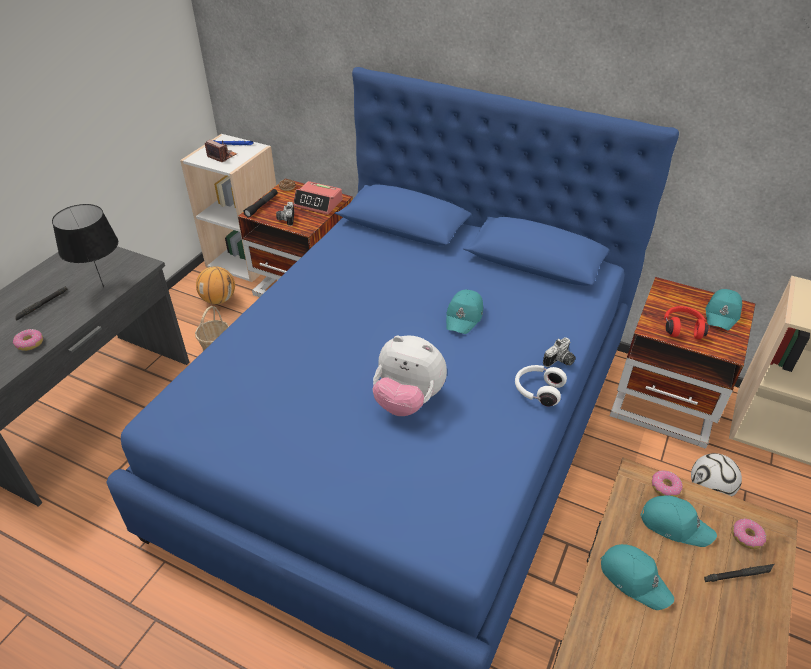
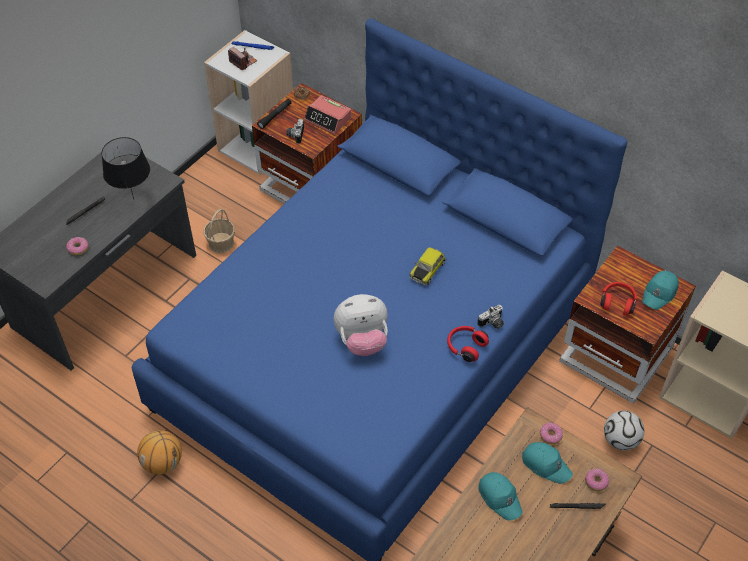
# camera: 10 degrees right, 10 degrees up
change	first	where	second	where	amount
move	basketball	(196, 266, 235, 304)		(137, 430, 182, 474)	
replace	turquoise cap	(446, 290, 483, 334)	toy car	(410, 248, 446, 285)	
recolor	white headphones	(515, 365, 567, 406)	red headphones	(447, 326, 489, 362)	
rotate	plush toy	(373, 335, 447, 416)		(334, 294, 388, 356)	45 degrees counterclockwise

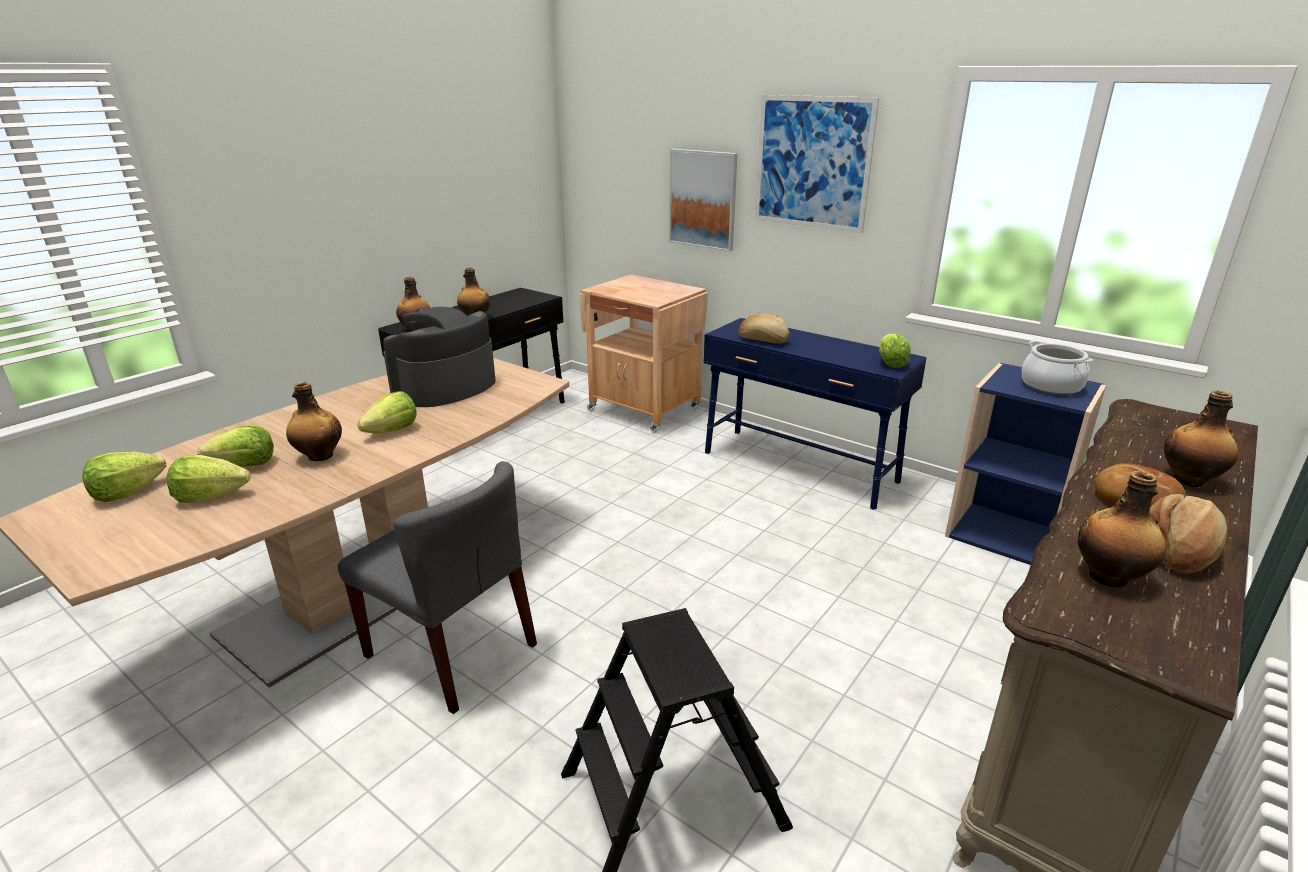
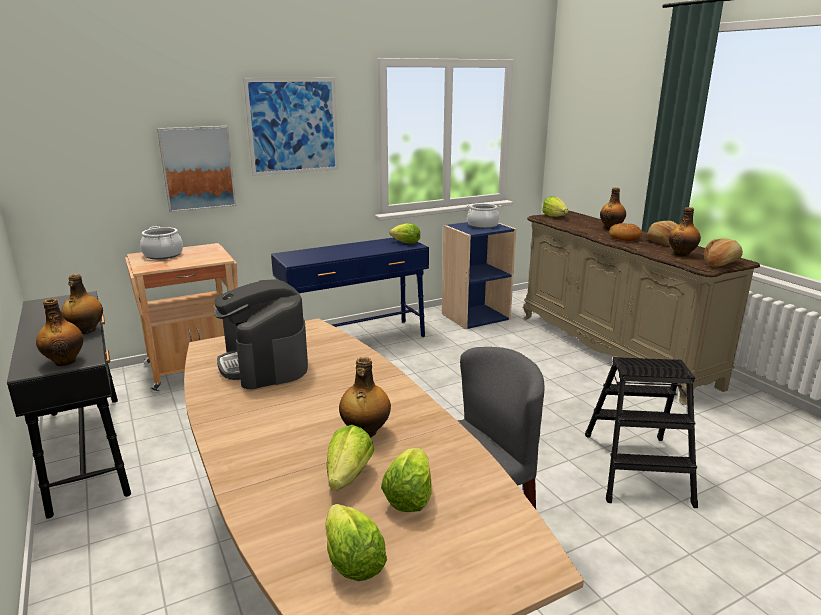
# camera: 65 degrees left, 5 degrees down
change	first	where	second	where	amount
insert			cooking pot	(140, 226, 183, 260)	
move	lettuce	(357, 391, 417, 433)		(542, 196, 568, 217)	
move	bread	(738, 313, 790, 344)		(704, 238, 743, 267)	

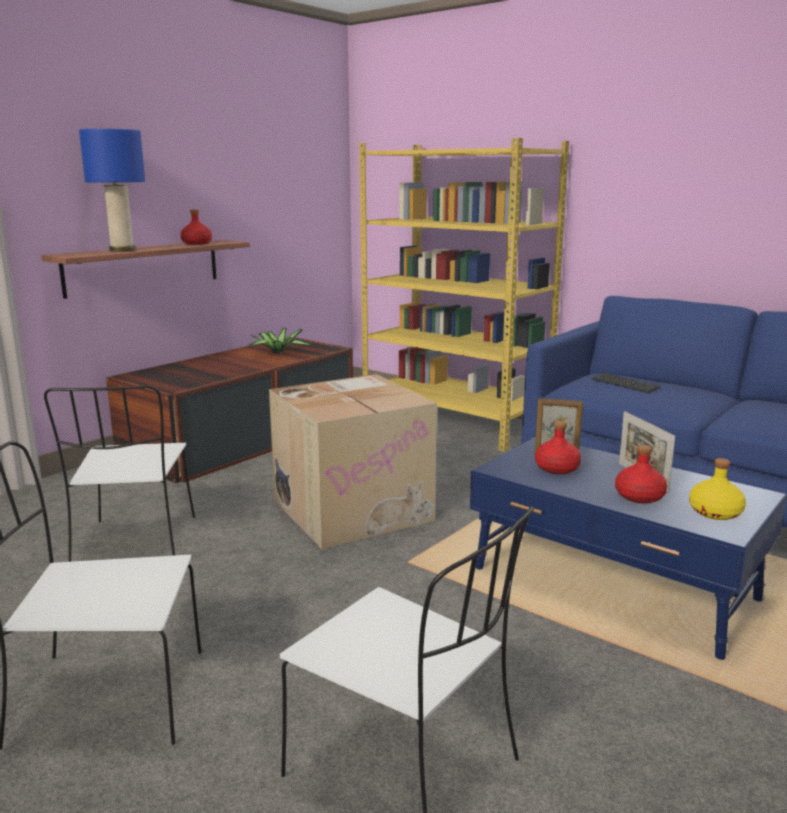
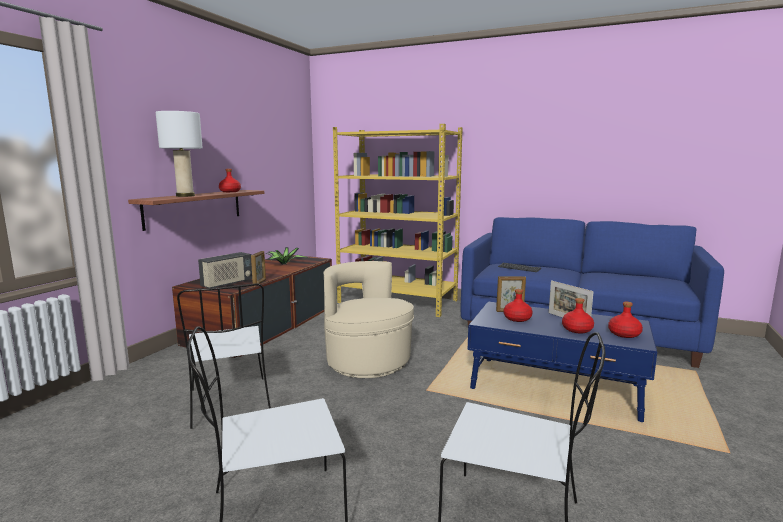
# camera: 15 degrees left, 5 degrees down
change	first	where	second	where	amount
insert			radio	(198, 252, 252, 288)	
insert			picture frame	(251, 251, 266, 286)	
replace	cardboard box	(269, 374, 437, 549)	beige armchair	(323, 261, 414, 378)	
recolor	blue table lamp	(79, 128, 145, 252)	white table lamp	(156, 111, 203, 197)	
recolor	yellow bottle	(689, 458, 746, 520)	red bottle	(608, 302, 643, 338)	

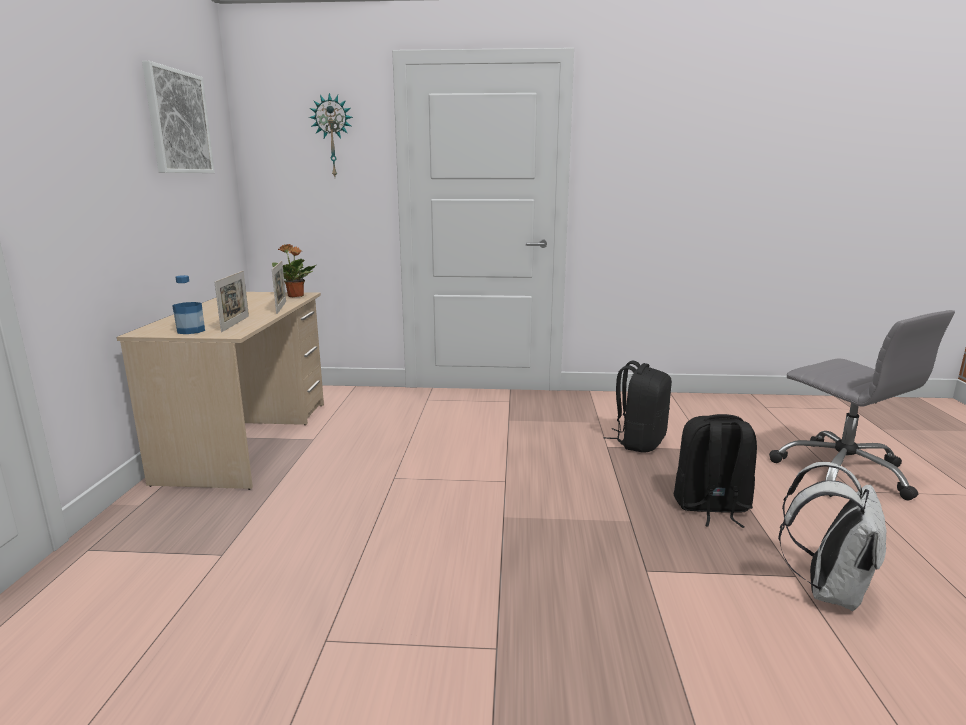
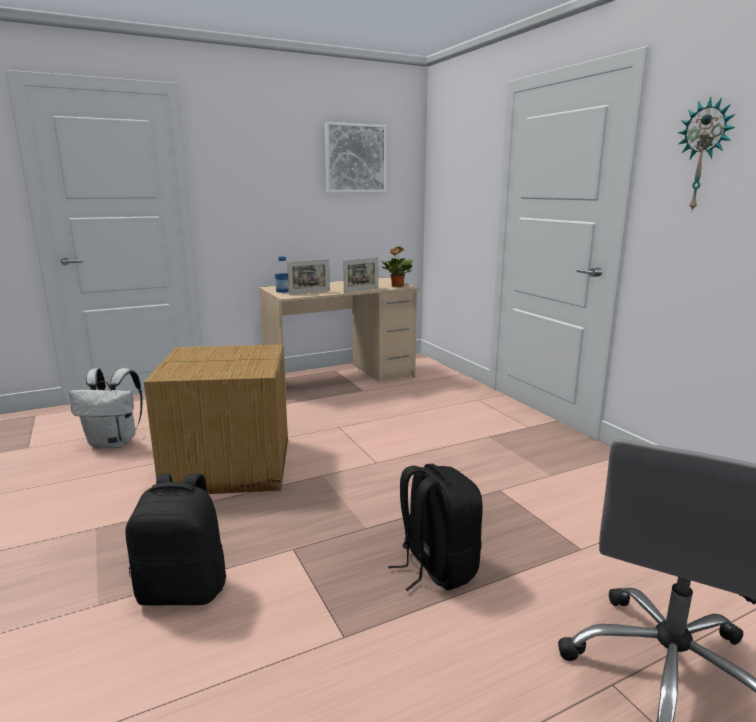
# camera: 60 degrees right, 0 degrees up
change	first	where	second	where	amount
insert			cardboard box	(144, 344, 288, 494)	
move	wall clock	(309, 93, 353, 177)		(678, 97, 735, 212)	
move	black backpack	(604, 361, 672, 452)		(125, 474, 226, 605)	
move	white backpack	(778, 462, 887, 611)		(70, 368, 142, 448)	

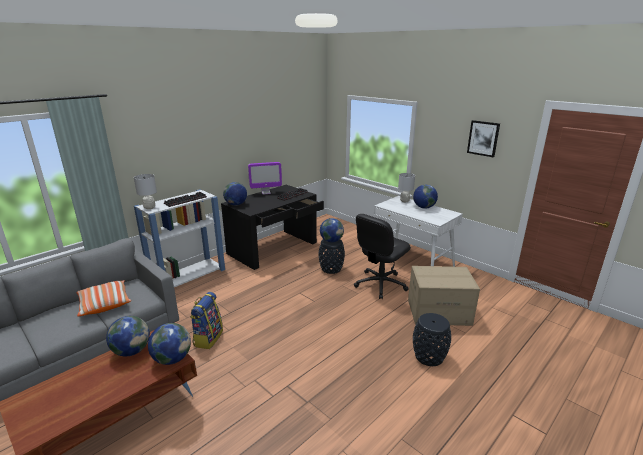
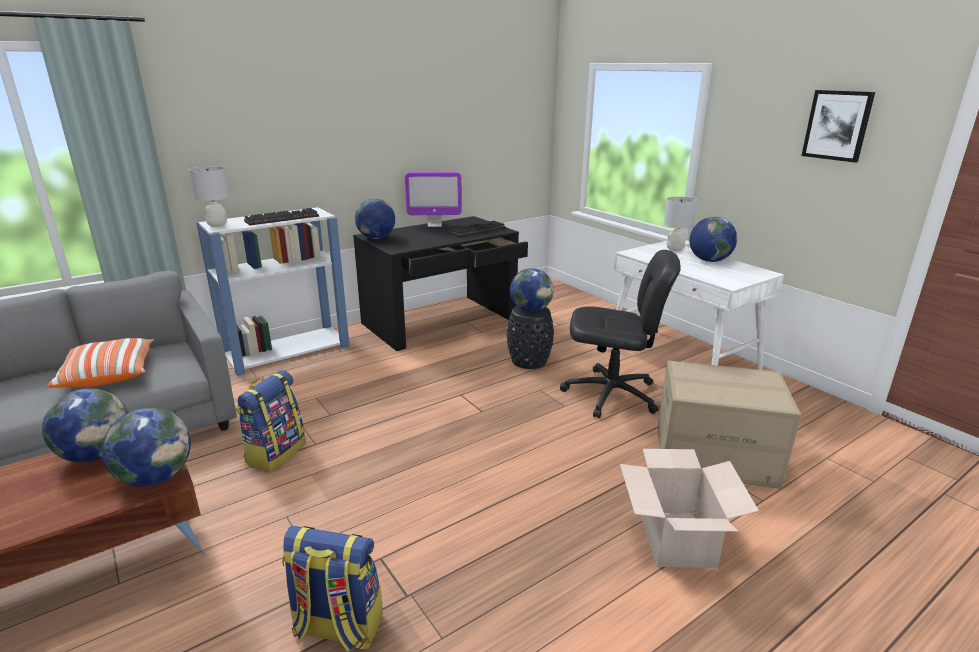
# camera: 10 degrees right, 0 degrees up
change	first	where	second	where	amount
insert			backpack	(282, 526, 383, 652)	
replace	black stool	(413, 313, 451, 366)	cardboard box	(620, 449, 759, 568)	
rotate	black office chair	(354, 214, 411, 299)		(560, 250, 681, 418)	135 degrees counterclockwise

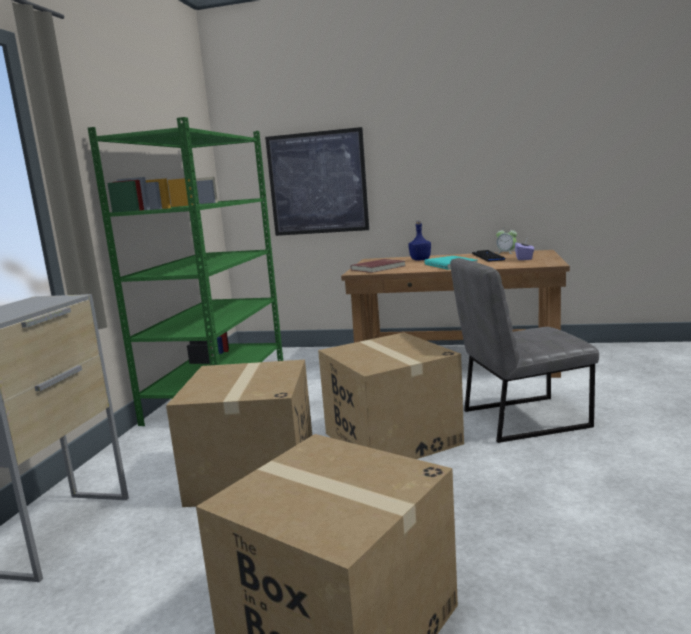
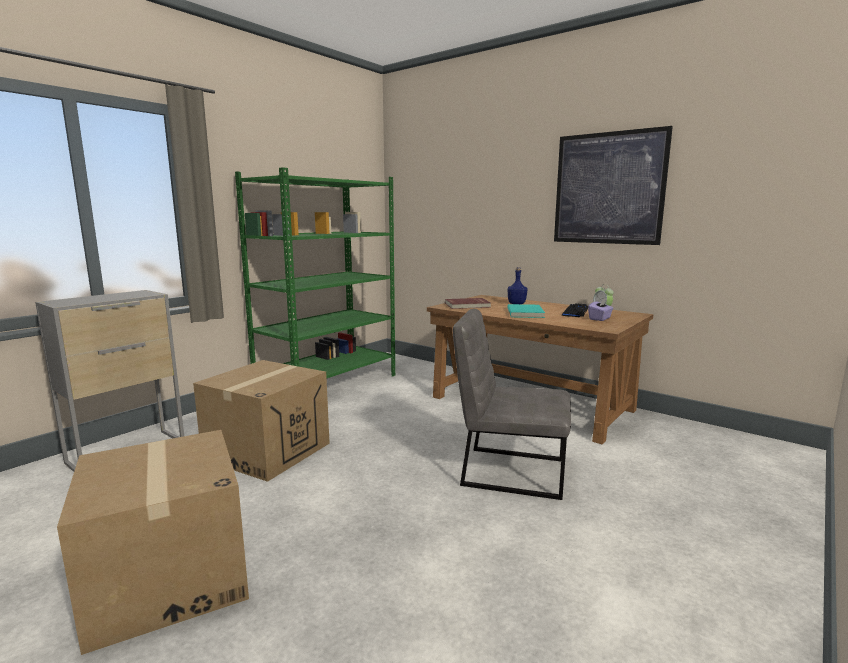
# camera: 25 degrees right, 0 degrees up
change	first	where	second	where	amount
delete	cardboard box	(318, 332, 464, 459)			
move	picture	(265, 127, 369, 236)		(554, 126, 673, 245)	

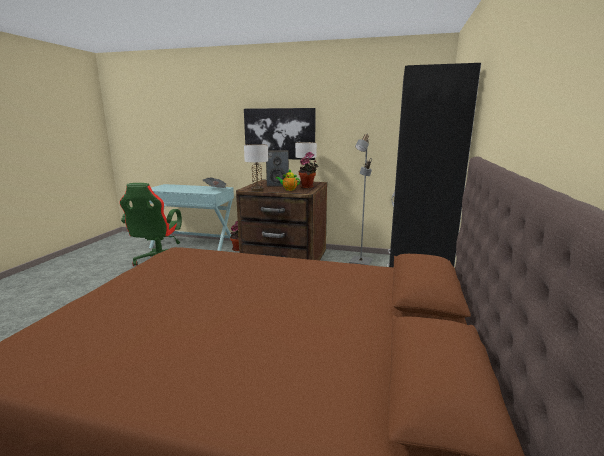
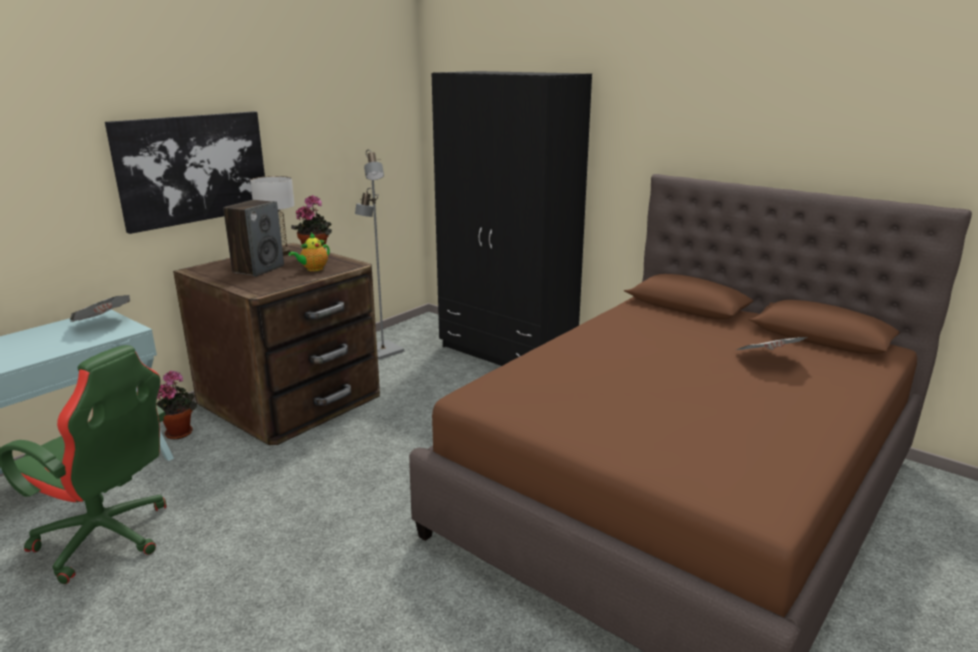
# camera: 65 degrees left, 5 degrees up
change	first	where	second	where	amount
delete	table lamp	(244, 144, 268, 191)			
insert			newspaper	(738, 337, 807, 350)	

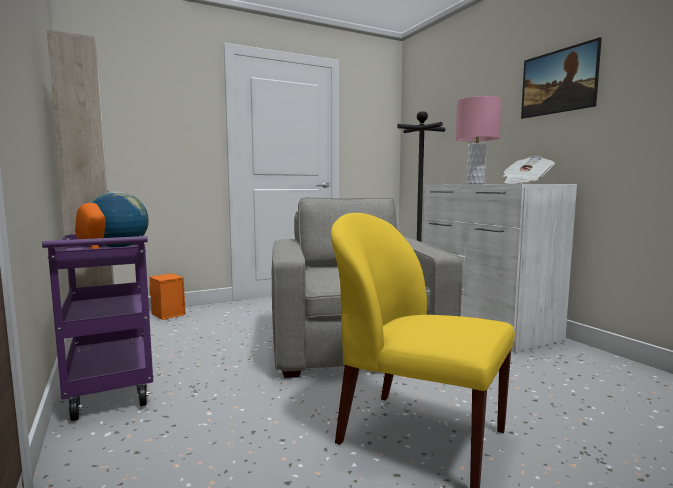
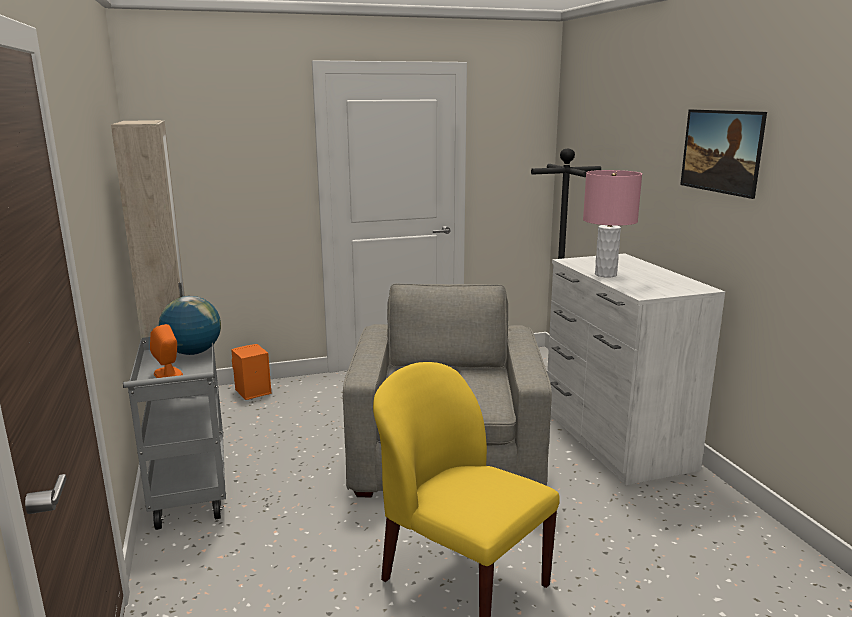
# camera: 10 degrees right, 10 degrees up
change	first	where	second	where	amount
delete	newspaper	(503, 156, 555, 184)			
recolor	purple cart	(42, 234, 154, 421)	grey cart	(123, 337, 226, 530)	

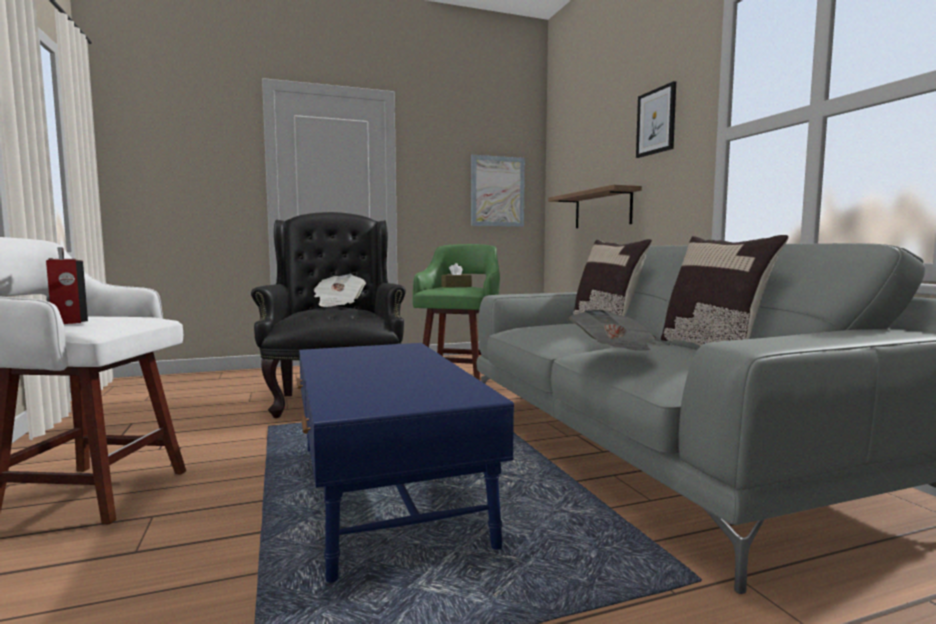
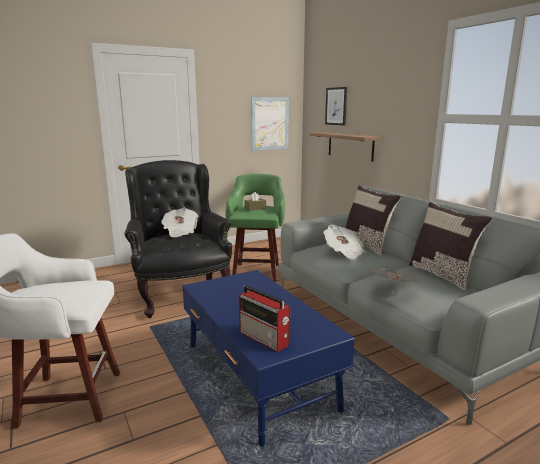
# camera: 10 degrees left, 10 degrees up
change	first	where	second	where	amount
insert			newspaper	(324, 225, 365, 260)	
move	radio	(46, 247, 88, 324)		(239, 285, 291, 352)	
move	picture	(636, 81, 676, 158)		(325, 87, 347, 126)	

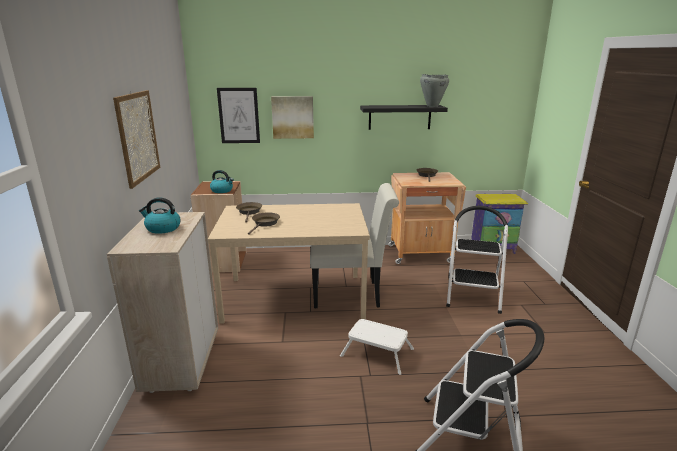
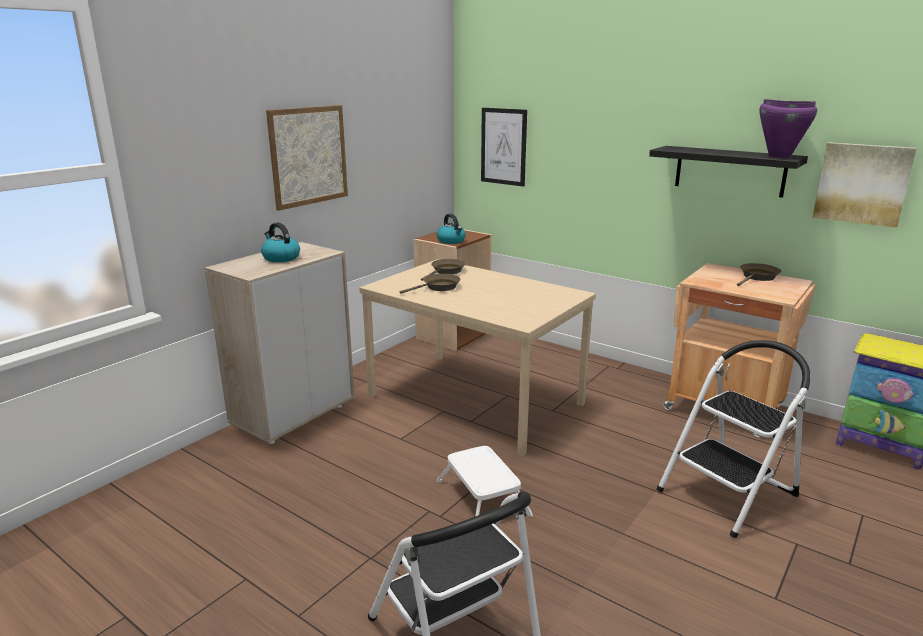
# camera: 40 degrees right, 0 degrees up
change	first	where	second	where	amount
delete	white chair	(310, 183, 399, 308)			
move	picture	(271, 96, 314, 139)		(813, 142, 917, 228)	
recolor	grey cooking pot	(420, 74, 449, 107)	purple cooking pot	(760, 99, 817, 158)	

